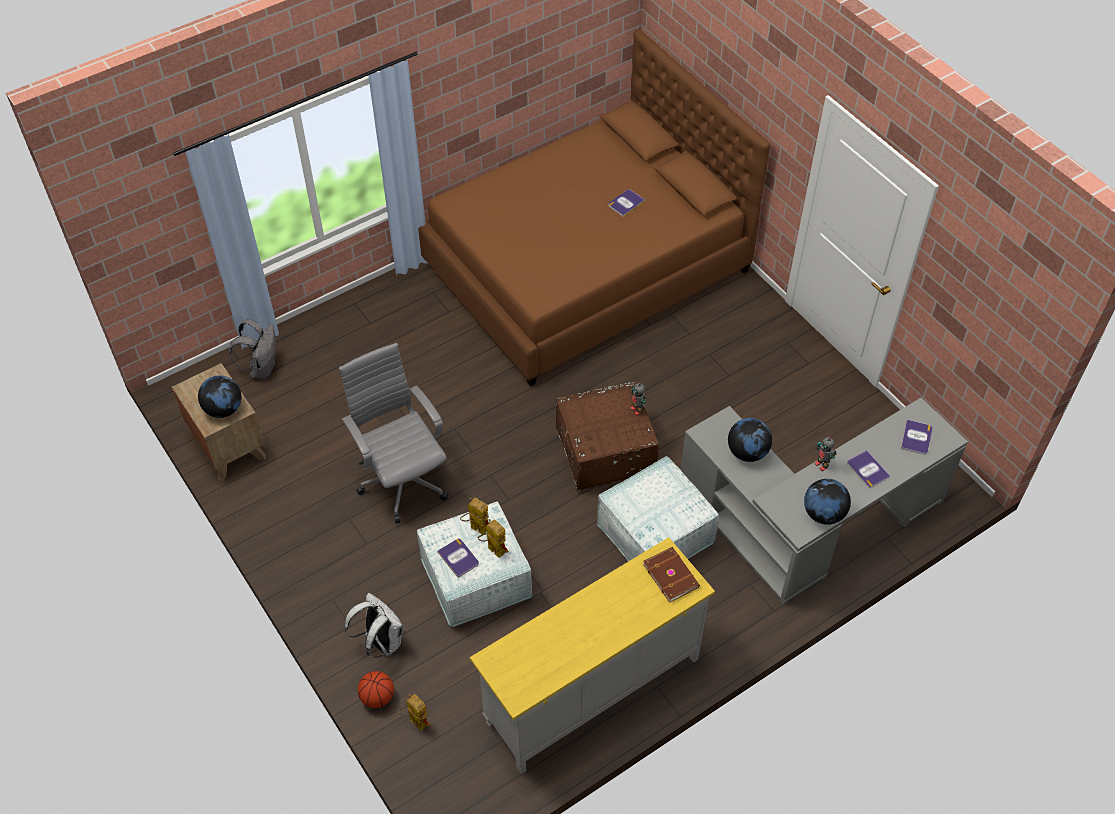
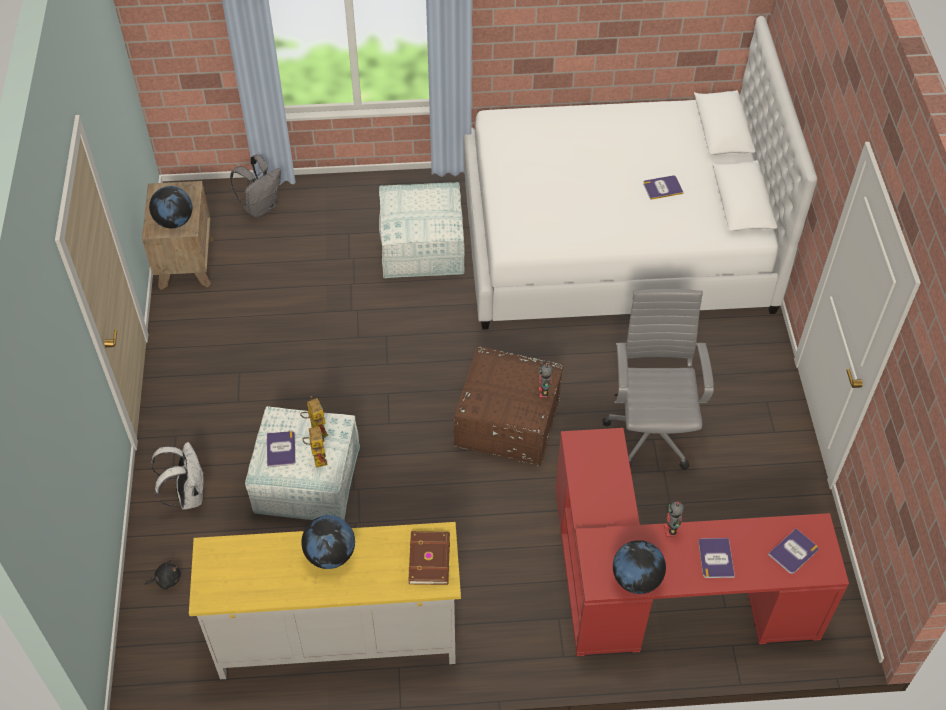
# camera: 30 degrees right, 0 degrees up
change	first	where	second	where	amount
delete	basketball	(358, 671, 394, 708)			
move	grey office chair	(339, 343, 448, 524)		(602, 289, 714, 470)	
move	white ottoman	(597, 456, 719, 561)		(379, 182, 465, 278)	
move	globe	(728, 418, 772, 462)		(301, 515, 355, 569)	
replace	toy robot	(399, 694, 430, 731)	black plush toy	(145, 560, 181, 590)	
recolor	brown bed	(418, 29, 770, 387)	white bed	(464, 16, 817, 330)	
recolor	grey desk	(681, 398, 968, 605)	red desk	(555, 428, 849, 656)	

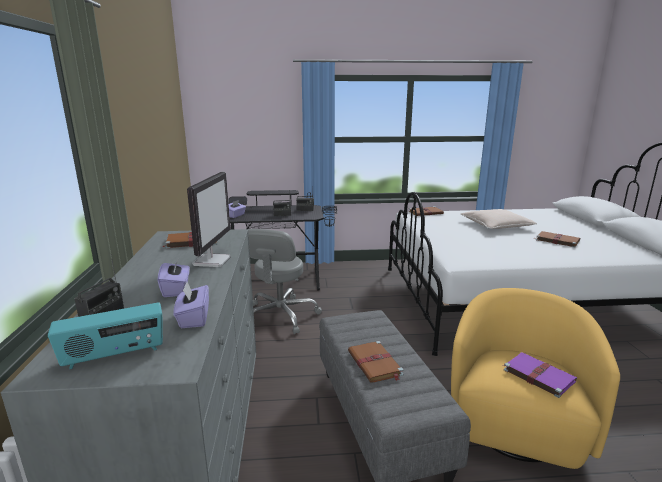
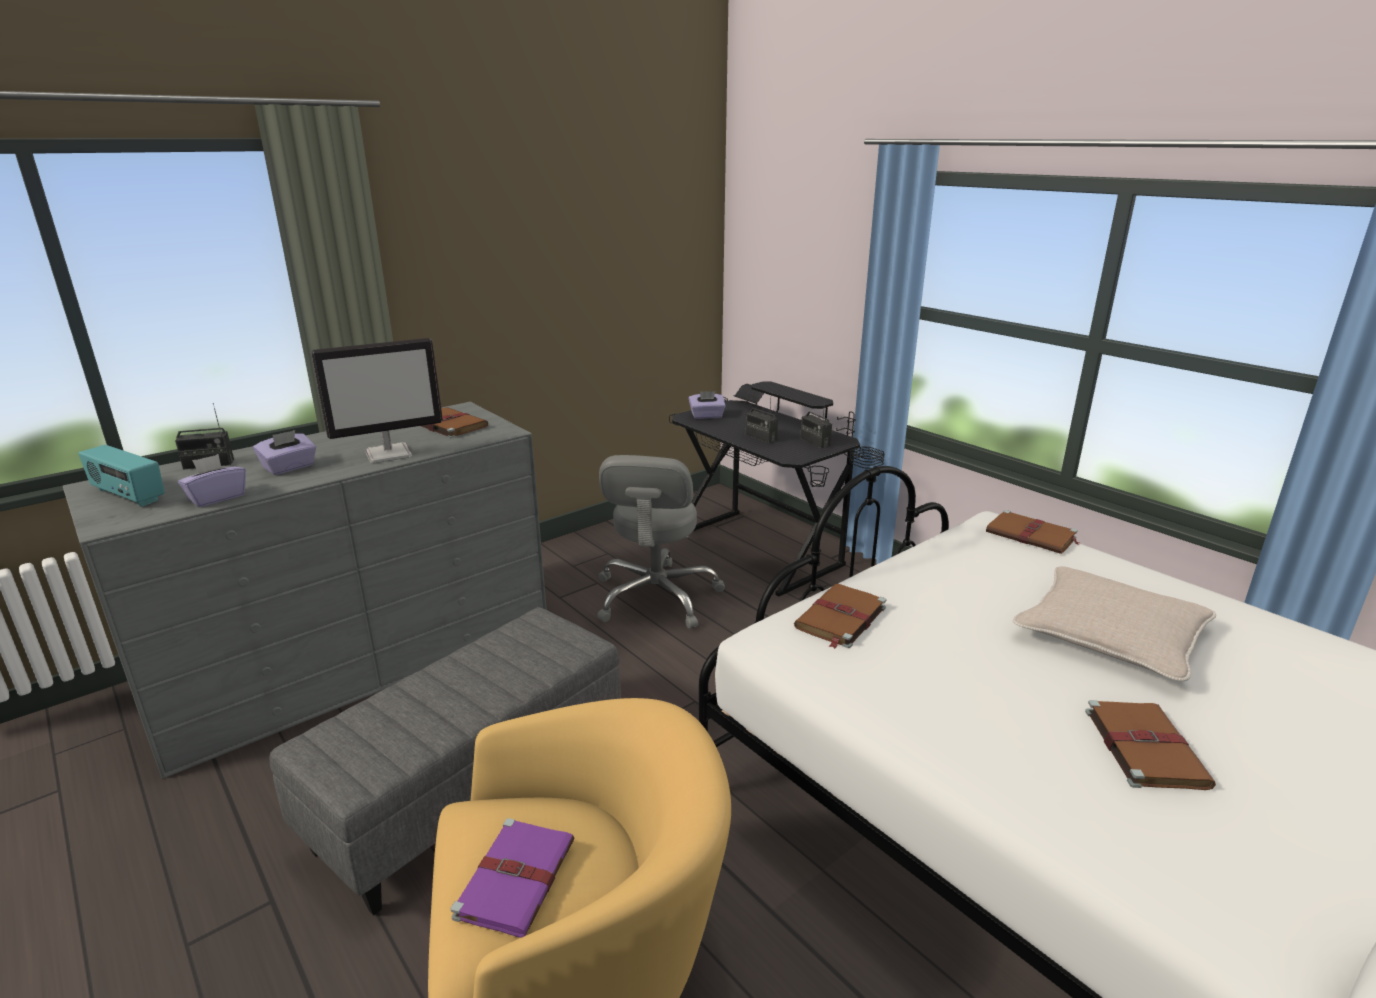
# camera: 55 degrees right, 5 degrees up
change	first	where	second	where	amount
move	brown book	(348, 341, 403, 382)		(794, 584, 887, 649)	
rotate	grey office chair	(248, 229, 322, 334)		(597, 455, 725, 629)	60 degrees counterclockwise

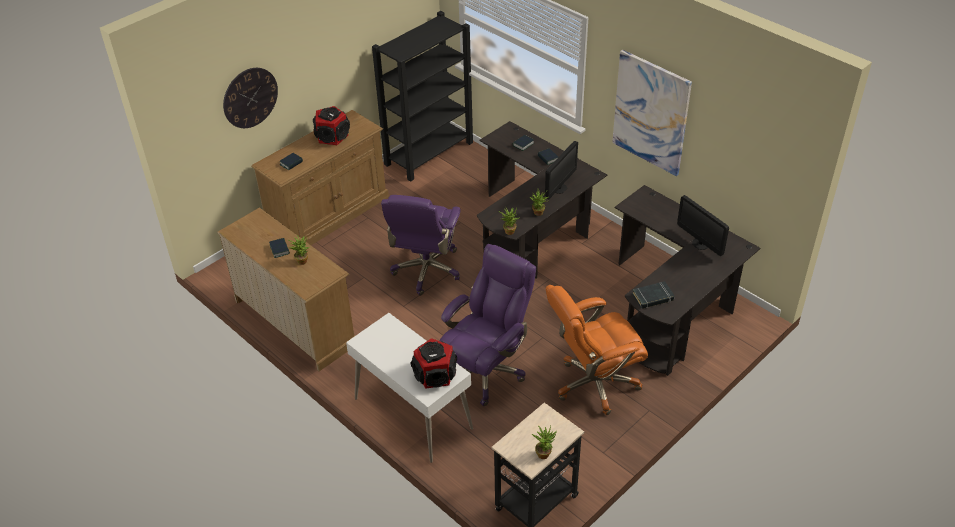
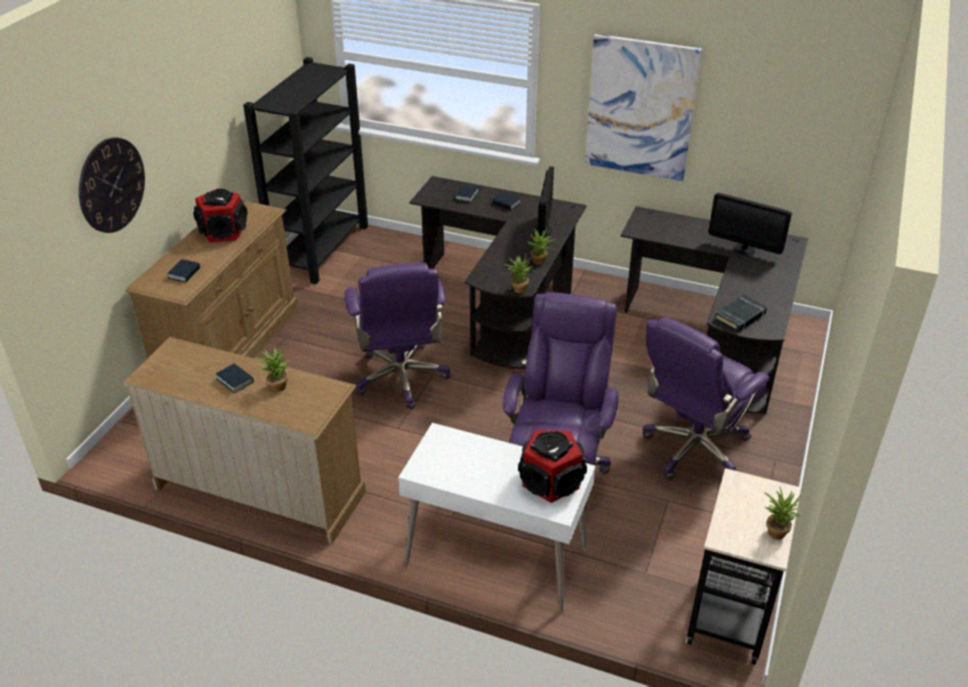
# camera: 25 degrees left, 5 degrees down
change	first	where	second	where	amount
recolor	orange office chair	(546, 285, 648, 415)	purple office chair	(643, 317, 769, 480)	

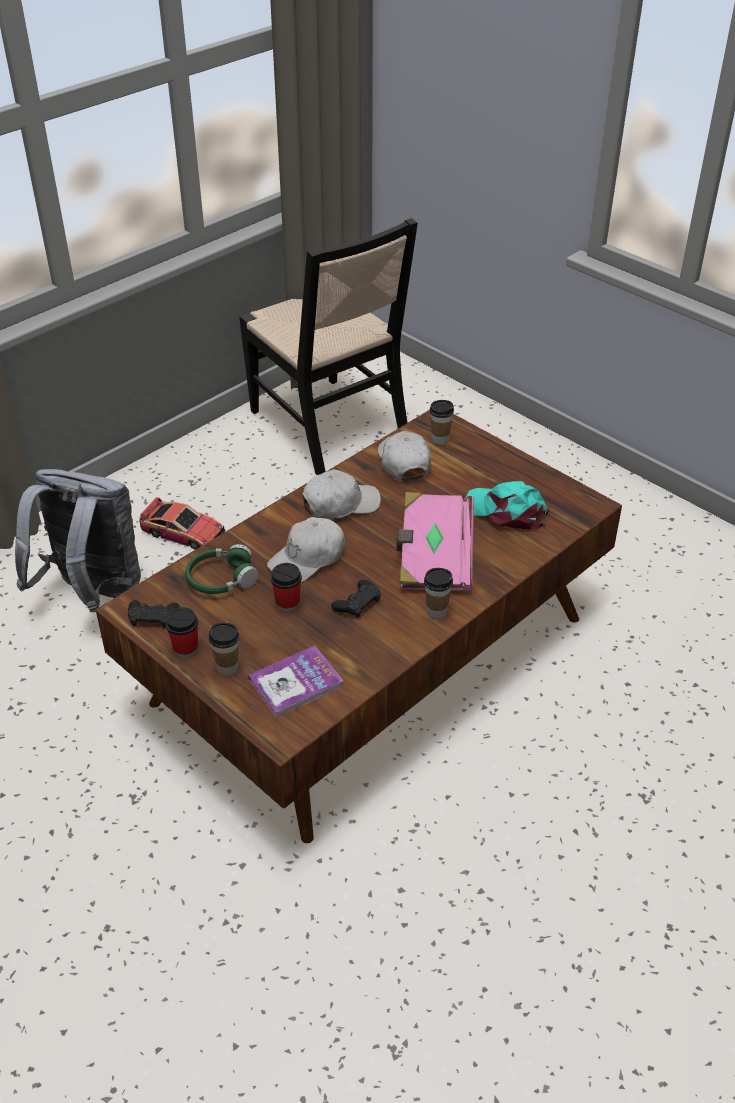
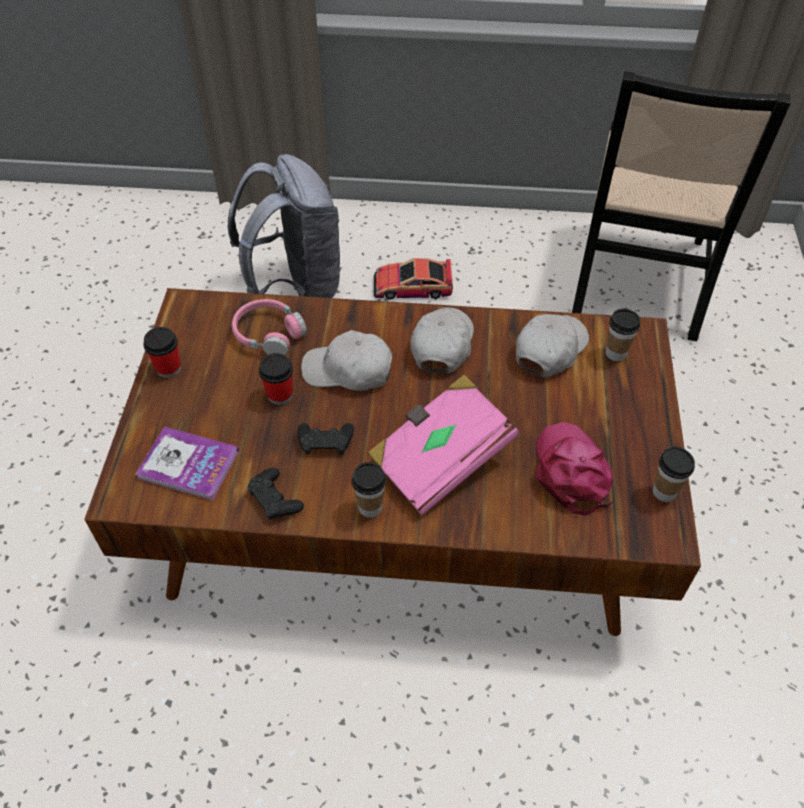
# camera: 50 degrees right, 10 degrees up
change	first	where	second	where	amount
move	black game controller	(128, 600, 180, 628)		(247, 468, 304, 520)	
move	cup	(209, 622, 239, 676)		(653, 446, 695, 502)	
recolor	green headphones	(185, 544, 258, 594)	pink headphones	(232, 299, 307, 355)	
recolor	turquoise cap	(466, 481, 549, 530)	pink cap	(535, 422, 613, 516)	
rotate	toy car	(139, 497, 225, 550)		(374, 258, 453, 300)	105 degrees clockwise
rotate	white cap	(302, 469, 381, 519)		(411, 307, 474, 373)	105 degrees counterclockwise

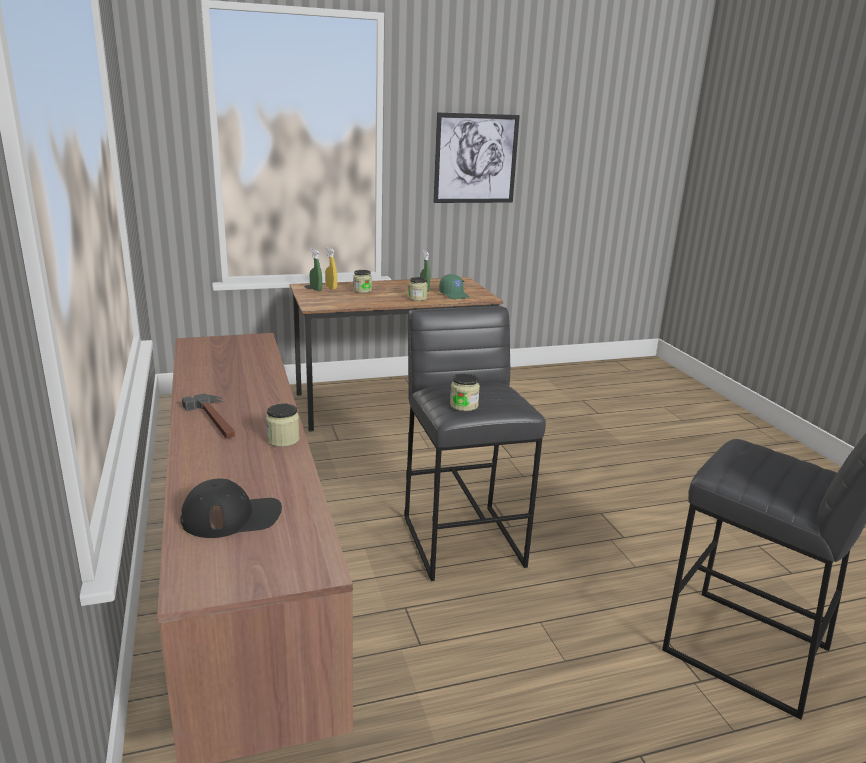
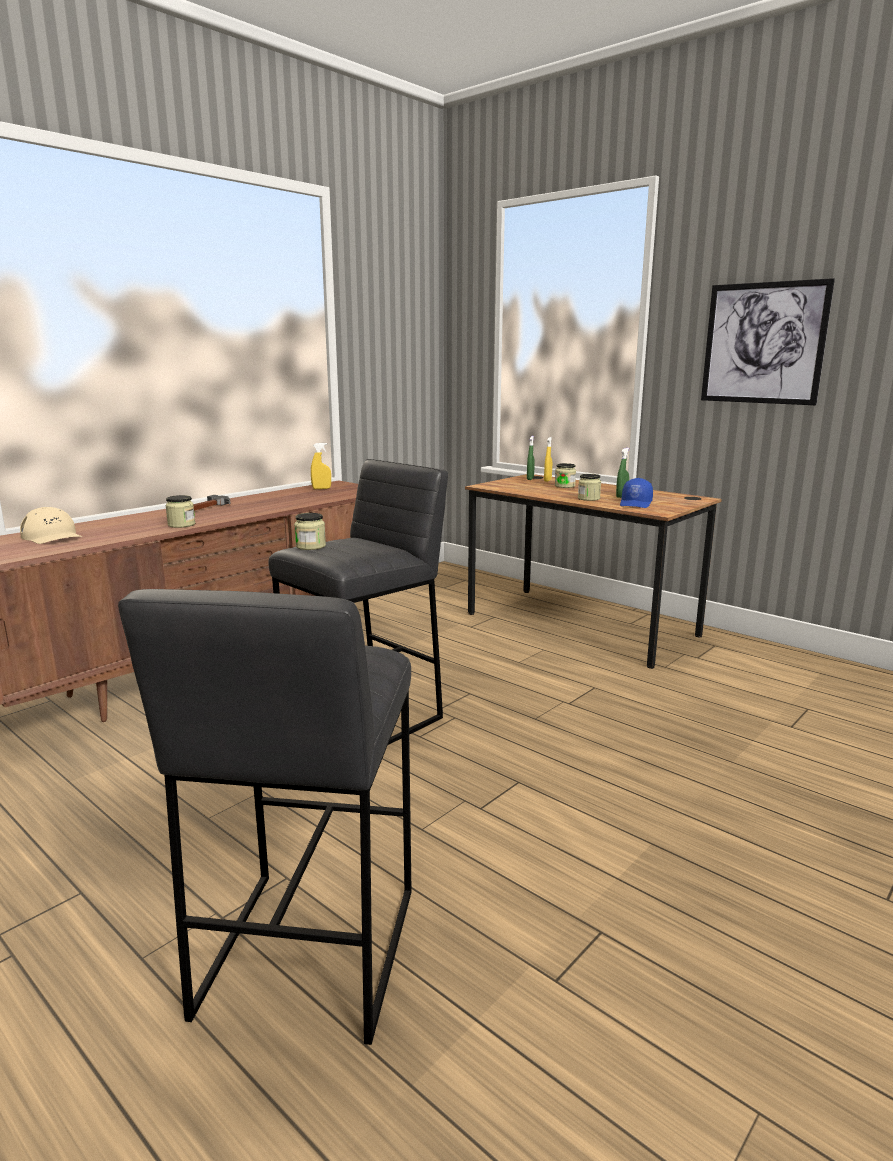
# camera: 60 degrees right, 5 degrees down
change	first	where	second	where	amount
insert			yellow spray bottle	(311, 443, 331, 489)	
recolor	black cap	(180, 479, 282, 538)	beige cap	(20, 507, 82, 544)	
recolor	green cap	(439, 274, 469, 299)	blue cap	(620, 478, 653, 508)	

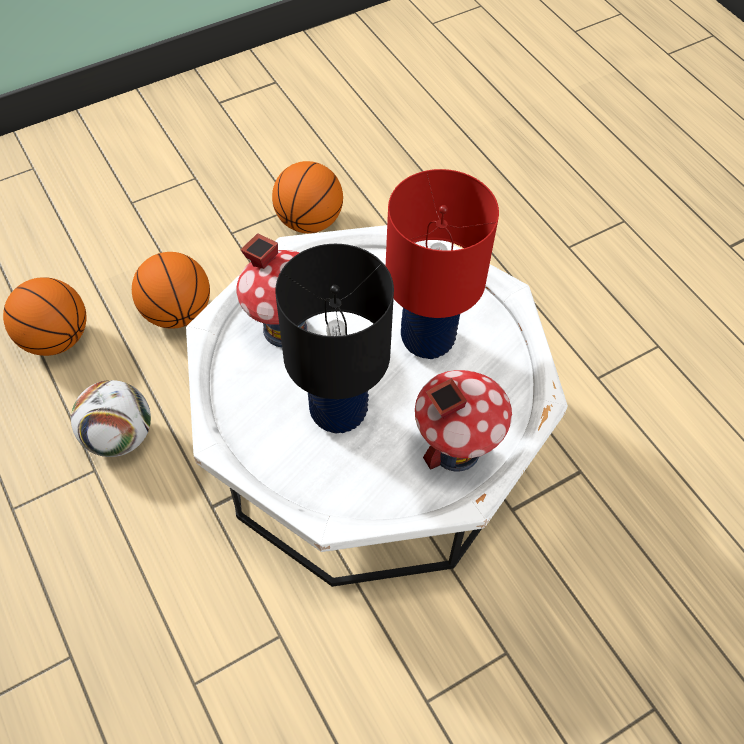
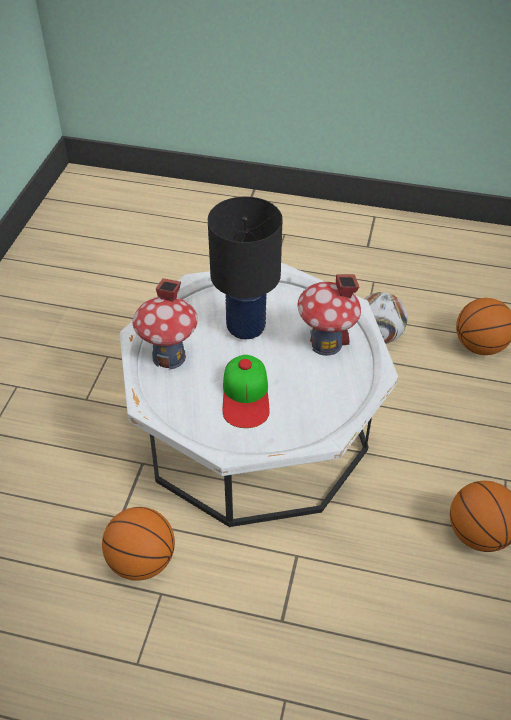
# camera: 135 degrees right, 10 degrees down
change	first	where	second	where	amount
move	basketball	(132, 252, 210, 329)		(102, 507, 175, 581)	
replace	red table lamp	(386, 169, 499, 359)	cap	(223, 355, 270, 428)	

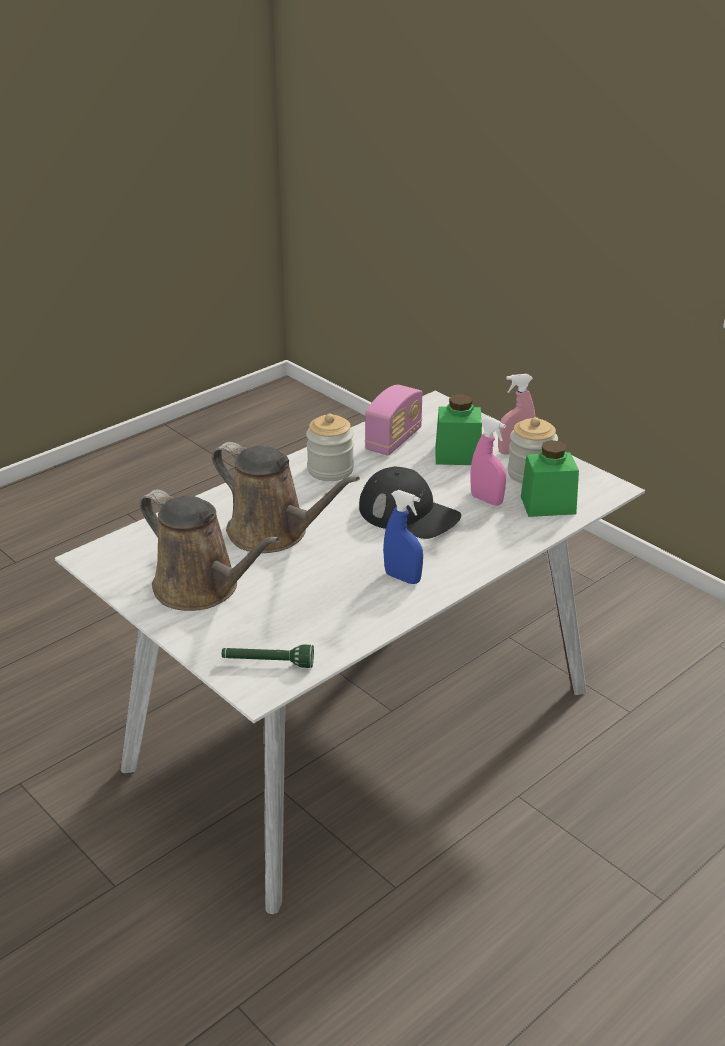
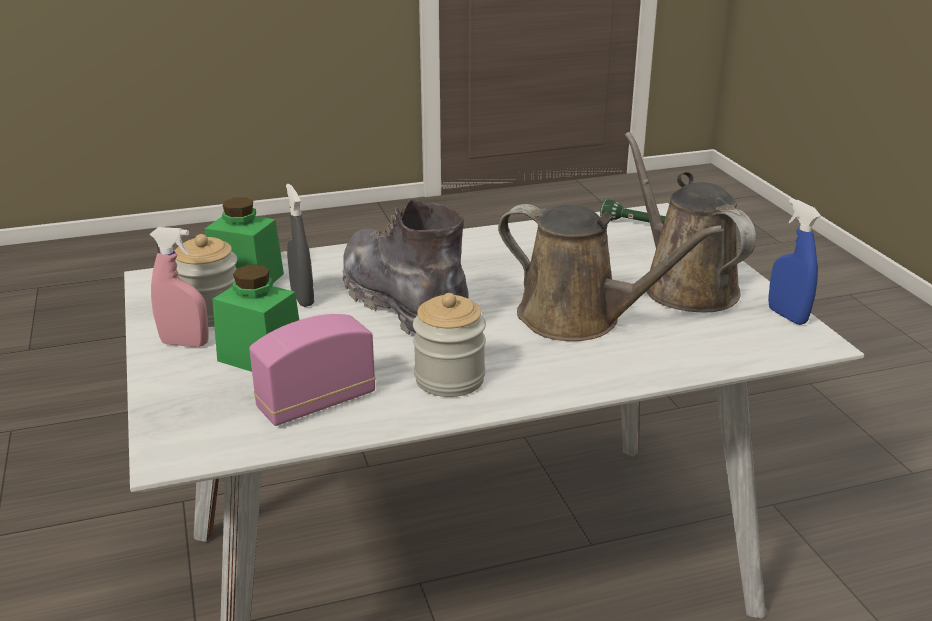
# camera: 155 degrees left, 5 degrees down
change	first	where	second	where	amount
move	blue spray bottle	(383, 490, 423, 584)		(768, 198, 821, 325)	
replace	black cap	(359, 466, 461, 539)	grey boot	(342, 199, 468, 335)	
recolor	pink spray bottle	(470, 417, 506, 506)	grey spray bottle	(286, 184, 314, 307)	
rotate	brown watering can	(212, 442, 360, 553)		(498, 204, 724, 341)	150 degrees clockwise

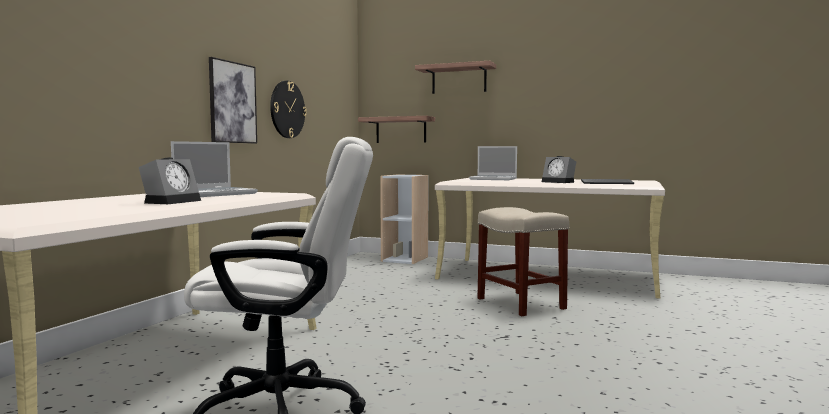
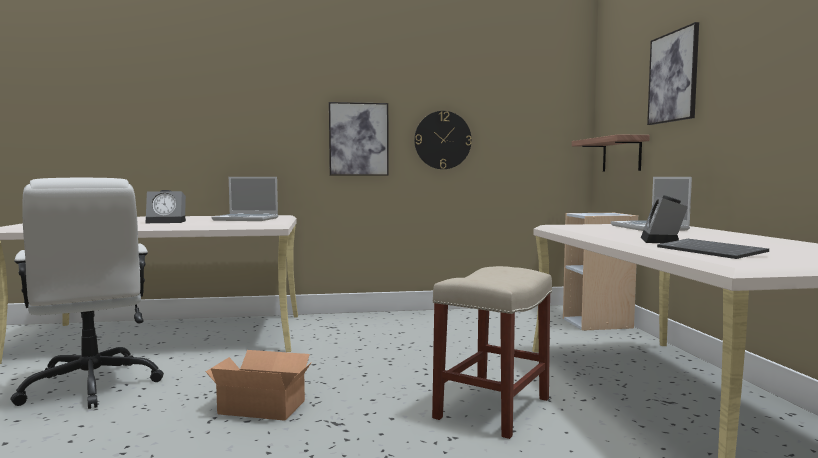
# camera: 60 degrees right, 0 degrees up
change	first	where	second	where	amount
insert			cardboard box	(206, 350, 312, 421)	
replace	shelf	(415, 61, 496, 94)	picture	(647, 22, 699, 125)	

